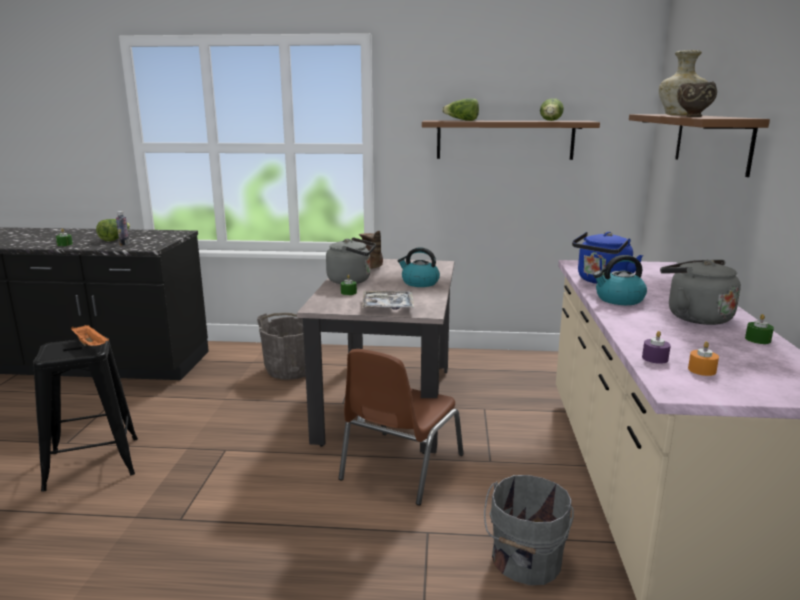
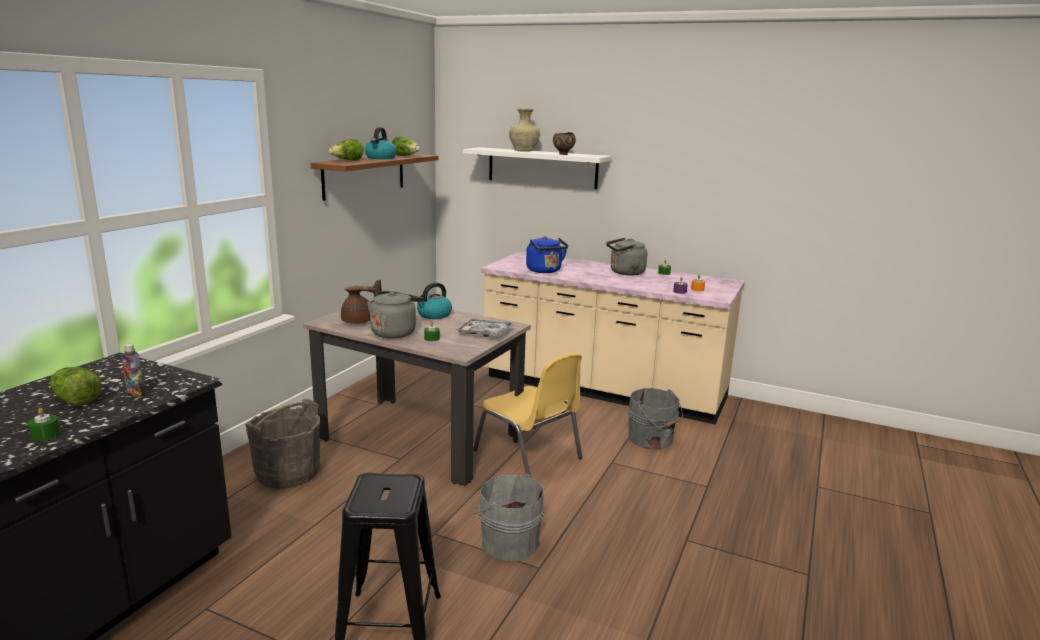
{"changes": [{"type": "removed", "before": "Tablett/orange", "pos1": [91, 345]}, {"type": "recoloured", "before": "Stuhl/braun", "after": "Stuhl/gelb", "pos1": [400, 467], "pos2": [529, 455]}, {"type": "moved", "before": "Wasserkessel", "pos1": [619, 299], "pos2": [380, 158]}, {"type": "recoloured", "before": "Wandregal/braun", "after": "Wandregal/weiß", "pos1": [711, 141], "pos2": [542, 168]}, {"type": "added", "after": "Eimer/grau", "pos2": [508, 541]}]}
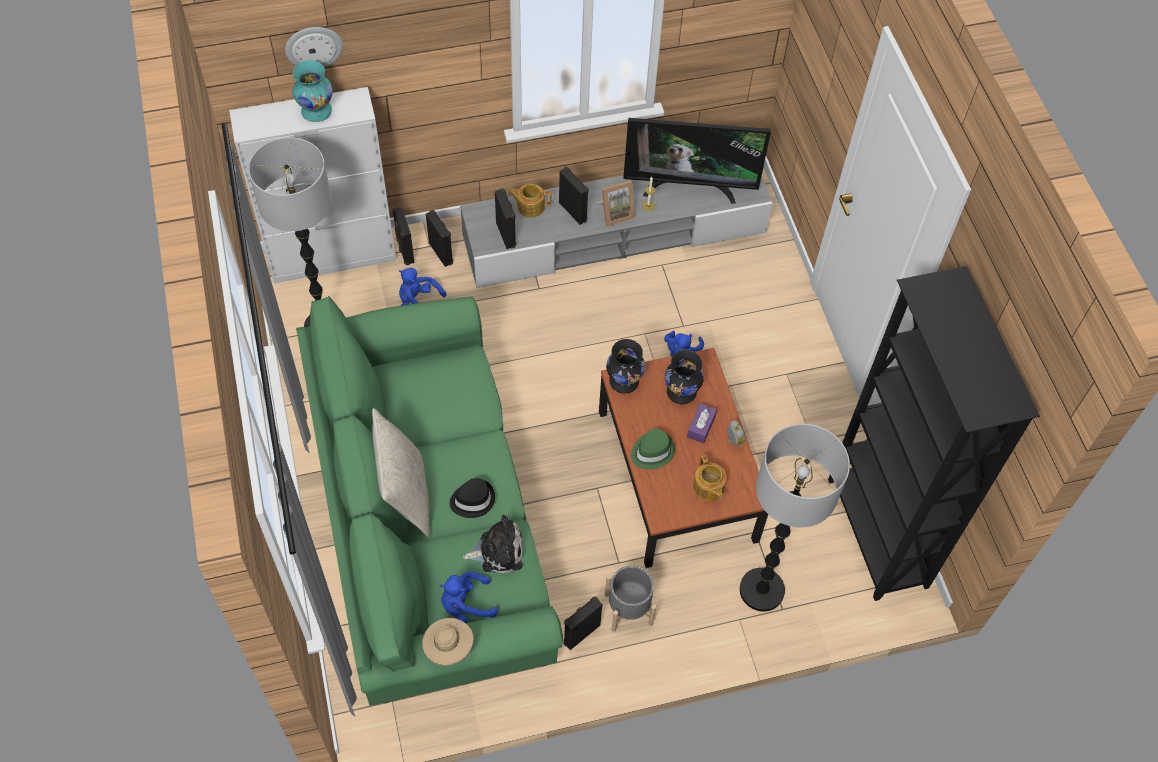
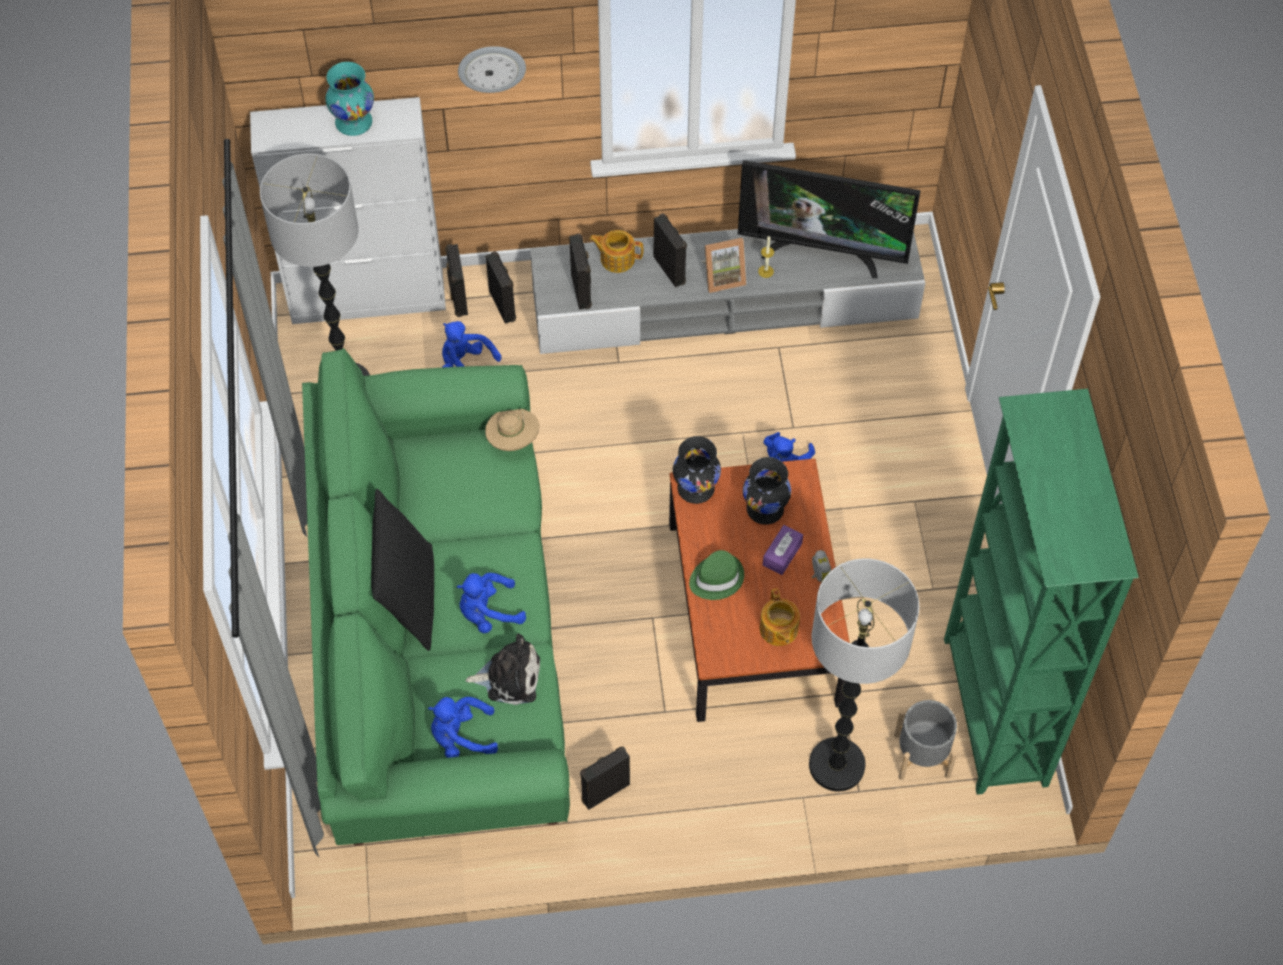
{"changes": [{"type": "moved", "before": "Wanduhr", "pos1": [313, 46], "pos2": [491, 67]}, {"type": "recoloured", "before": "Kissen/beige", "after": "Kissen/schwarz", "pos1": [405, 494], "pos2": [408, 597]}, {"type": "moved", "before": "Hut/beige", "pos1": [449, 648], "pos2": [513, 440]}, {"type": "replaced", "before": "Hut/schwarz", "after": "Plüschtier/blau", "pos1": [472, 499], "pos2": [488, 613]}, {"type": "moved", "before": "Pflanzkübel/grau", "pos1": [629, 609], "pos2": [922, 755]}, {"type": "recoloured", "before": "Bücherregal/schwarz", "after": "Bücherregal/grün", "pos1": [876, 534], "pos2": [993, 713]}]}
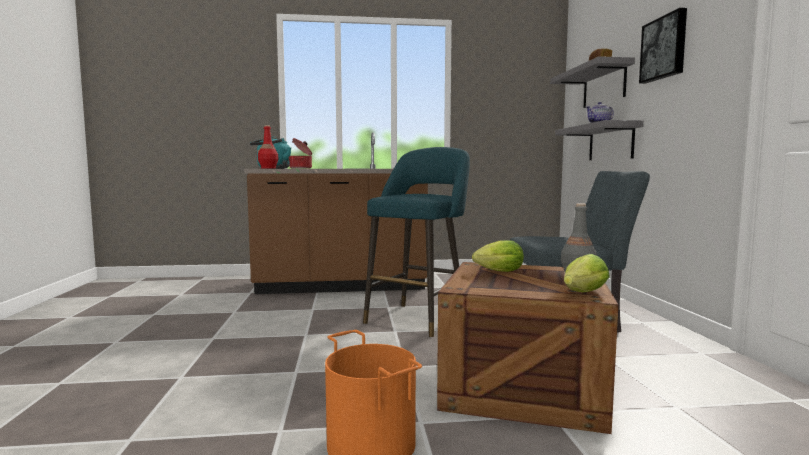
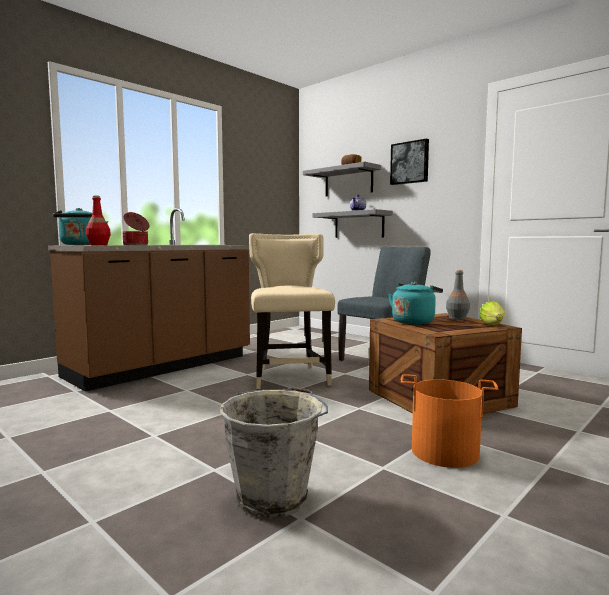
{"changes": [{"type": "replaced", "before": "Hocker/türkis", "after": "Stuhl/beige", "pos1": [419, 318], "pos2": [290, 376]}, {"type": "replaced", "before": "Salatkopf", "after": "Wasserkessel/türkis", "pos1": [497, 272], "pos2": [414, 322]}, {"type": "added", "after": "Eimer/grau", "pos2": [274, 497]}]}
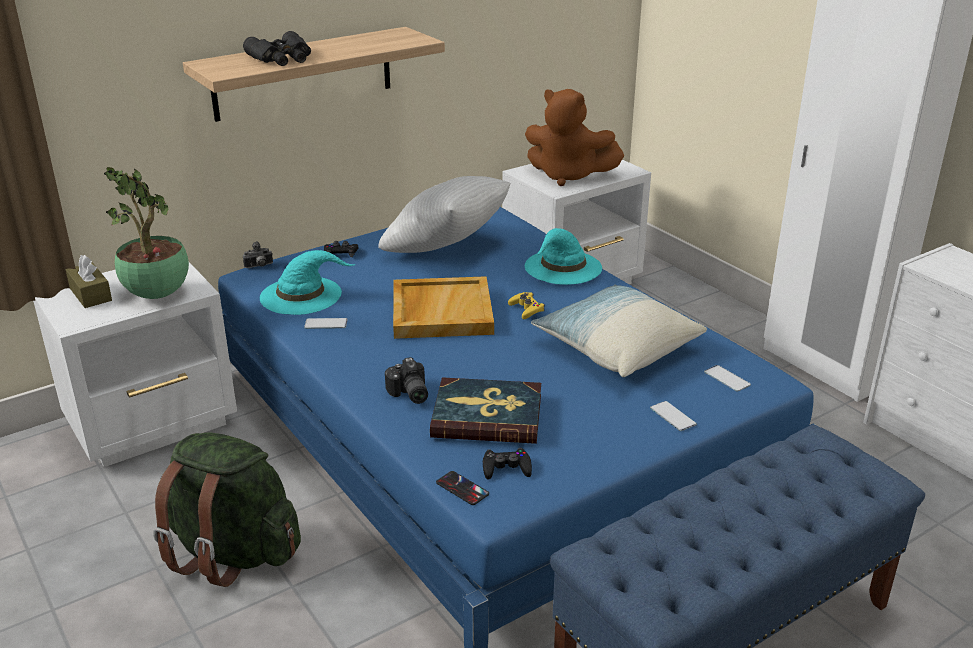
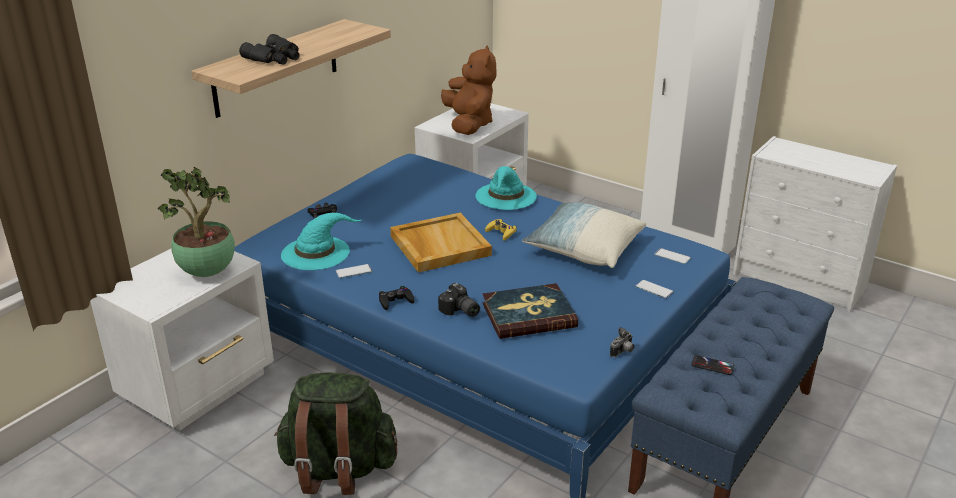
{"changes": [{"type": "removed", "before": "Taschentuchbox/braun", "pos1": [90, 294]}, {"type": "moved", "before": "Kamera", "pos1": [259, 266], "pos2": [623, 352]}, {"type": "removed", "before": "Kissen/weiß", "pos1": [447, 249]}, {"type": "moved", "before": "Handy", "pos1": [462, 488], "pos2": [712, 365]}, {"type": "moved", "before": "Gamepad/schwarz", "pos1": [506, 468], "pos2": [395, 301]}, {"type": "turned", "before": "Plüschtier/braun", "pos1": [568, 176], "pos2": [469, 124], "turn": -105}]}
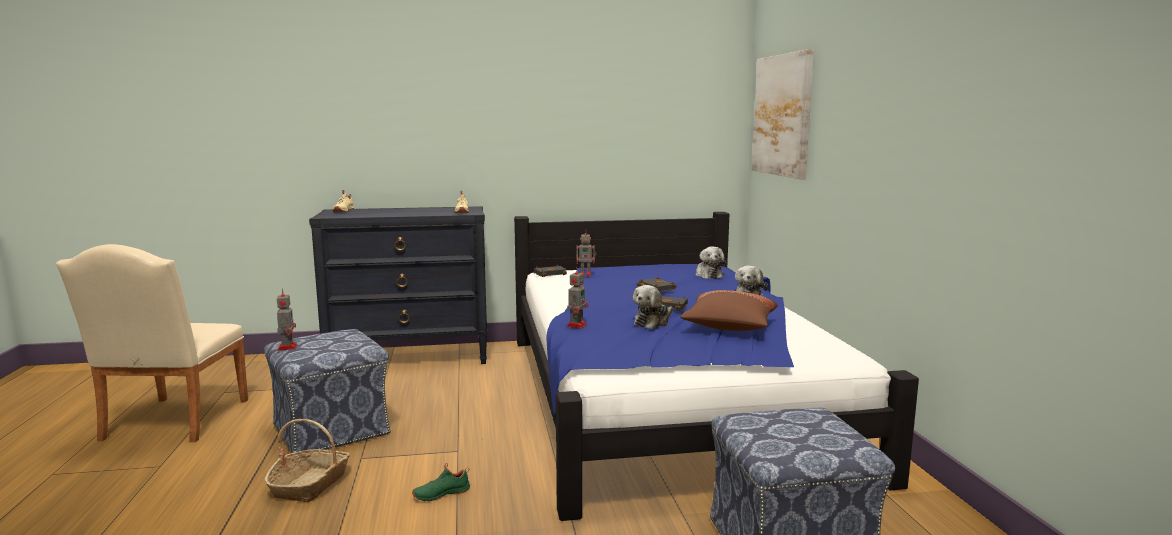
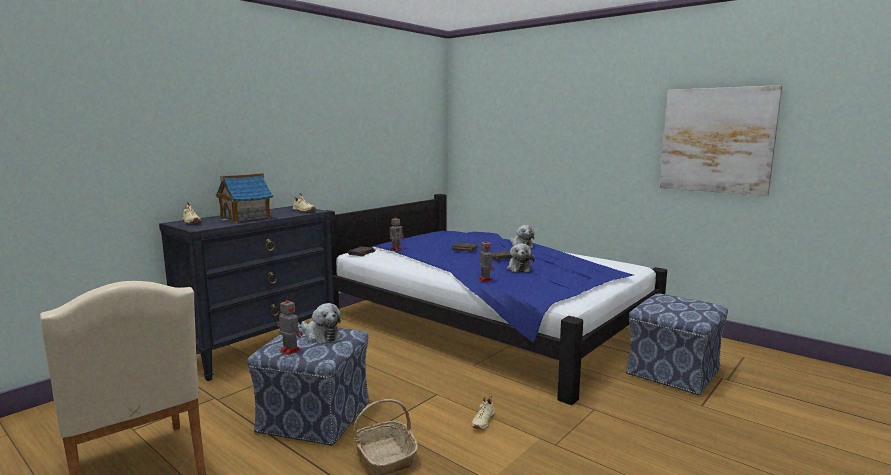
{"changes": [{"type": "recoloured", "before": "Schuh/grün", "after": "Schuh/beige", "pos1": [441, 493], "pos2": [482, 421]}, {"type": "removed", "before": "Kissen/braun", "pos1": [729, 328]}, {"type": "moved", "before": "Plüschtier", "pos1": [708, 275], "pos2": [320, 336]}, {"type": "moved", "before": "Bild", "pos1": [782, 115], "pos2": [717, 140]}, {"type": "added", "after": "Spielzeughaus", "pos2": [246, 218]}]}
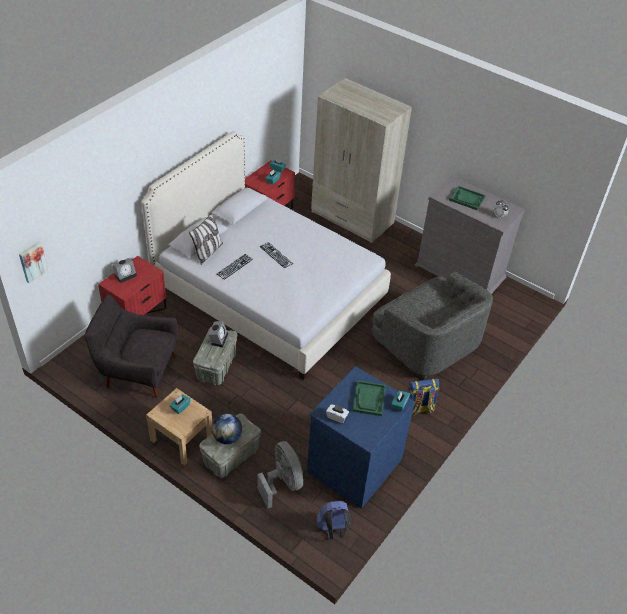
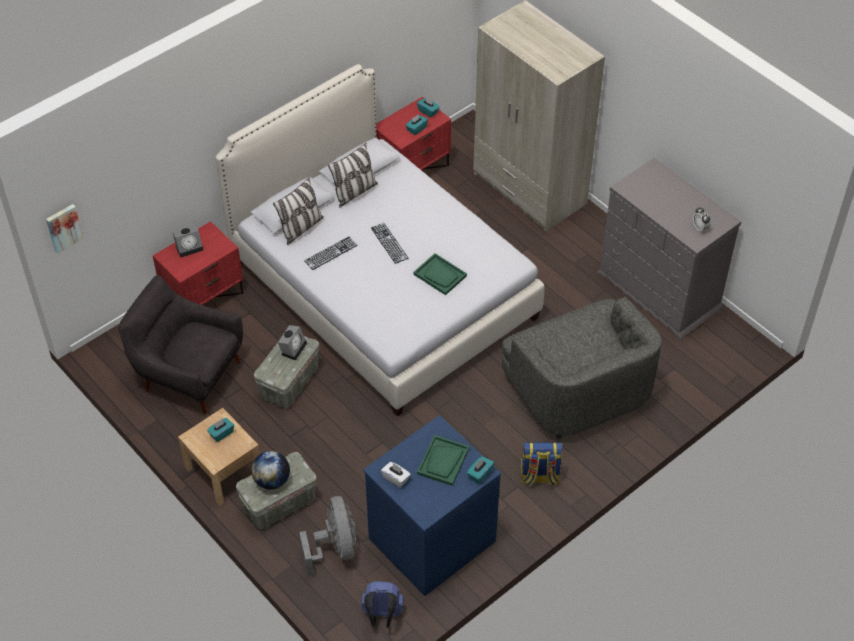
{"changes": [{"type": "moved", "before": "Tablett/grün", "pos1": [467, 199], "pos2": [440, 275]}, {"type": "added", "after": "Kissen", "pos2": [354, 192]}]}
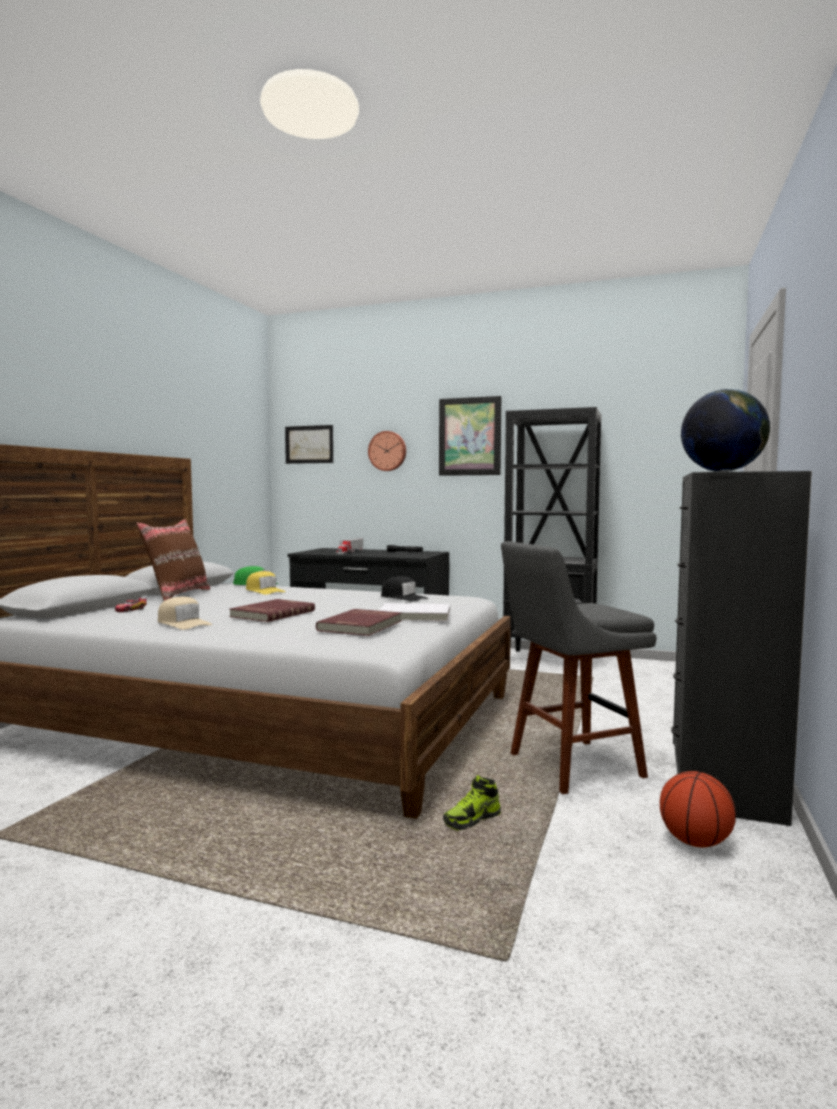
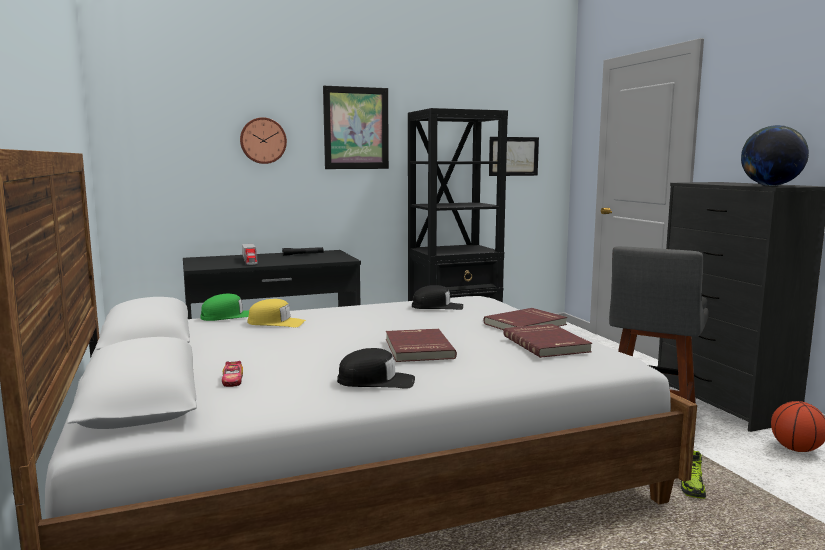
{"changes": [{"type": "removed", "before": "Kissen/braun", "pos1": [177, 594]}, {"type": "recoloured", "before": "Kappe/beige", "after": "Kappe/schwarz", "pos1": [183, 623], "pos2": [376, 381]}, {"type": "moved", "before": "Bild", "pos1": [309, 444], "pos2": [513, 156]}, {"type": "recoloured", "before": "Buch/weiß", "after": "Buch/rot", "pos1": [414, 616], "pos2": [526, 324]}]}
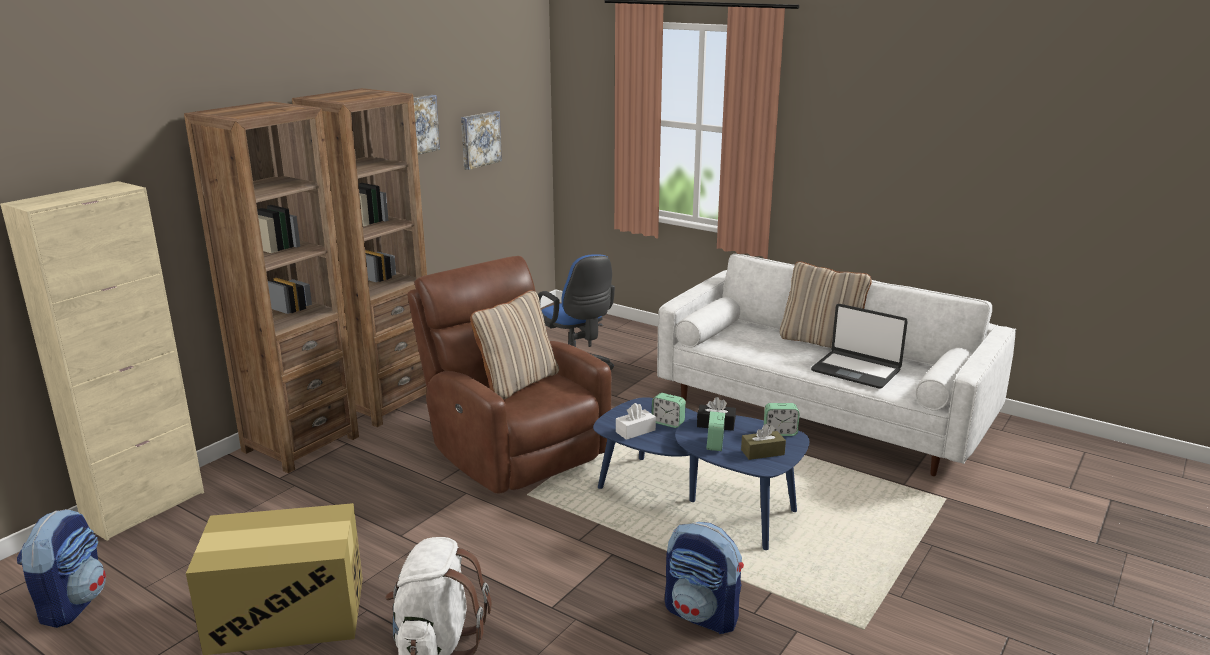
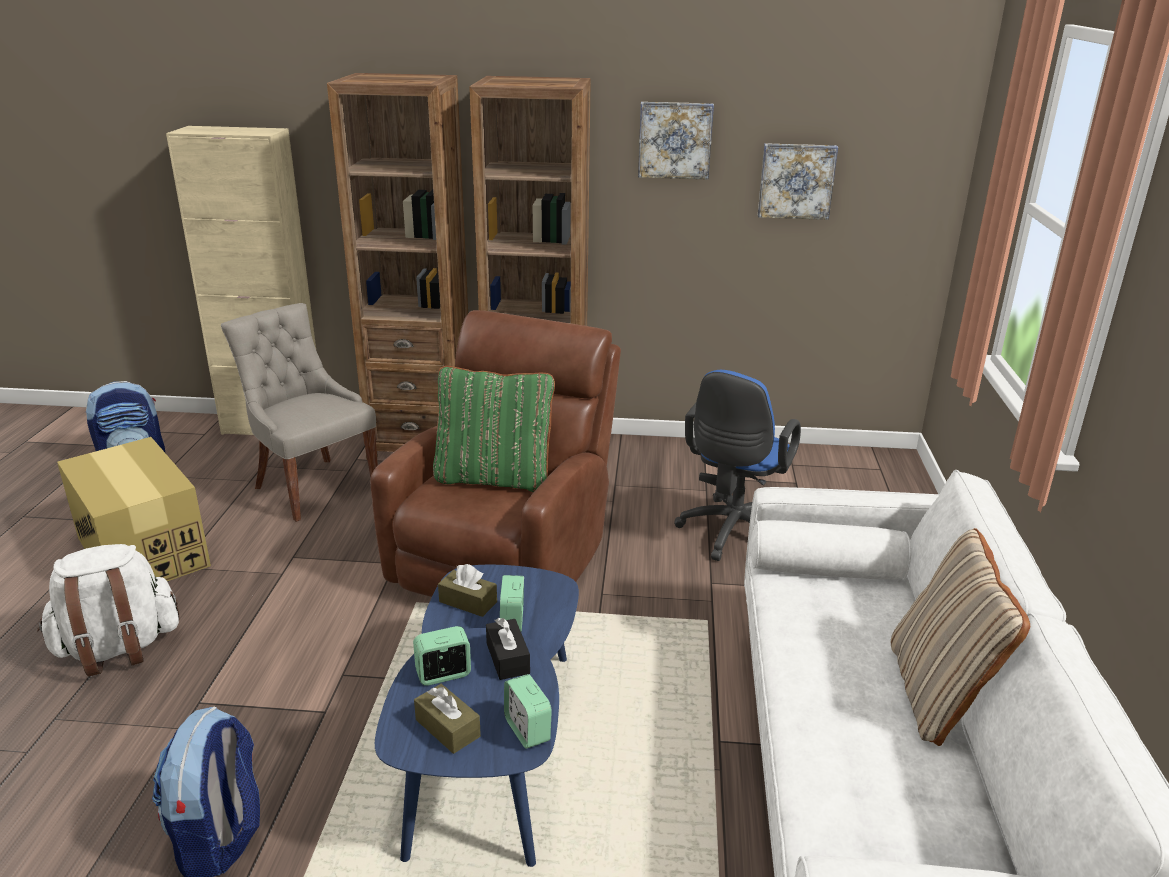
{"changes": [{"type": "recoloured", "before": "Kissen/beige", "after": "Kissen/grün", "pos1": [517, 383], "pos2": [494, 478]}, {"type": "recoloured", "before": "Taschentuchbox/weiß", "after": "Taschentuchbox/braun", "pos1": [635, 431], "pos2": [468, 602]}, {"type": "removed", "before": "Laptop", "pos1": [856, 370]}, {"type": "added", "after": "Stuhl/grau", "pos2": [313, 486]}]}
